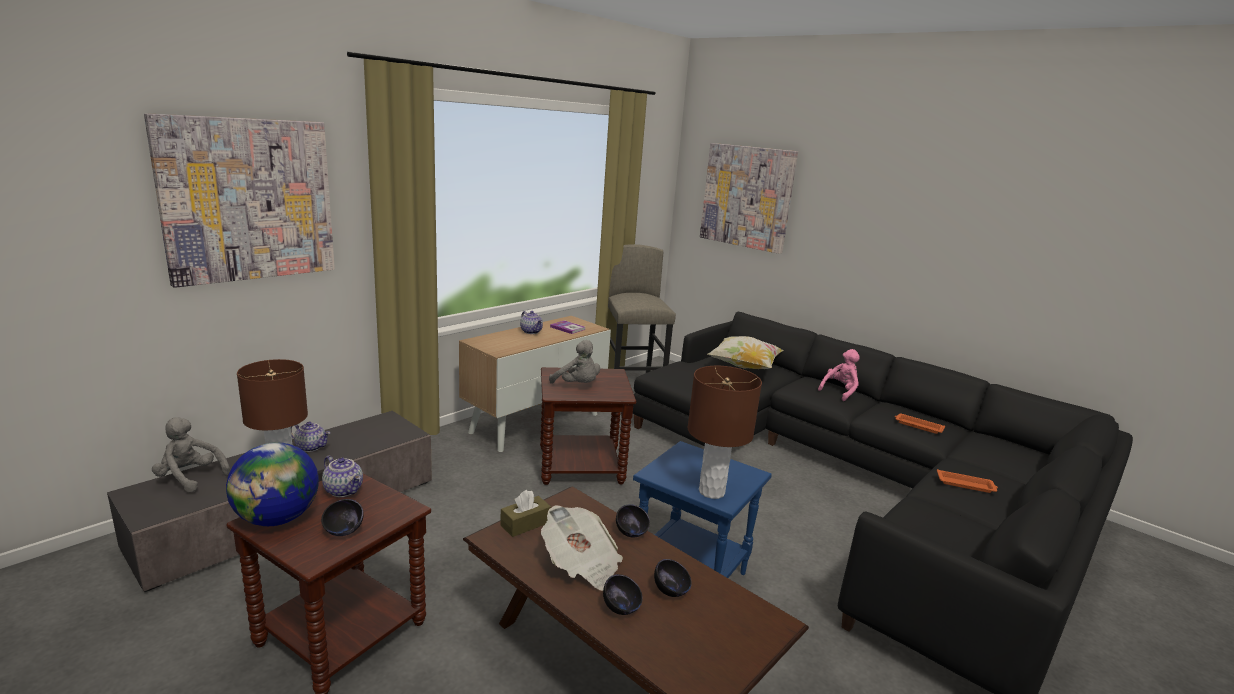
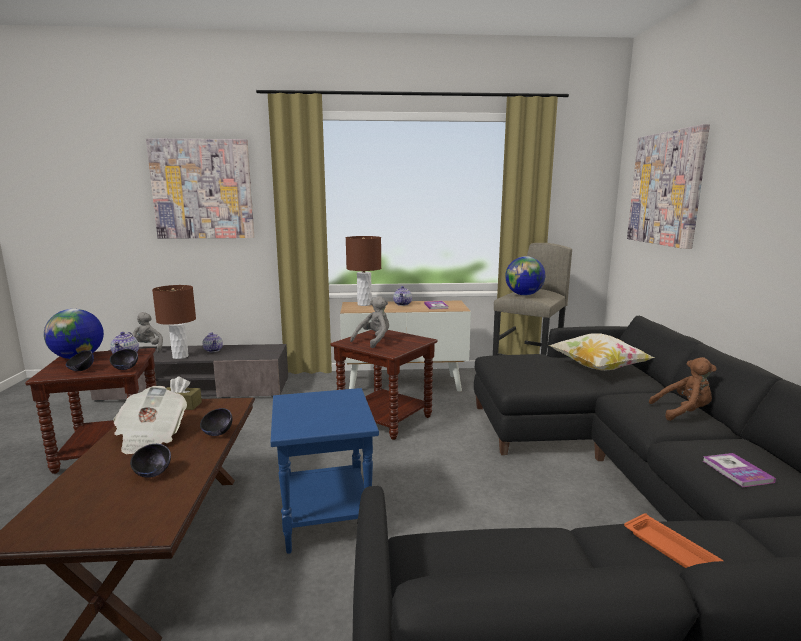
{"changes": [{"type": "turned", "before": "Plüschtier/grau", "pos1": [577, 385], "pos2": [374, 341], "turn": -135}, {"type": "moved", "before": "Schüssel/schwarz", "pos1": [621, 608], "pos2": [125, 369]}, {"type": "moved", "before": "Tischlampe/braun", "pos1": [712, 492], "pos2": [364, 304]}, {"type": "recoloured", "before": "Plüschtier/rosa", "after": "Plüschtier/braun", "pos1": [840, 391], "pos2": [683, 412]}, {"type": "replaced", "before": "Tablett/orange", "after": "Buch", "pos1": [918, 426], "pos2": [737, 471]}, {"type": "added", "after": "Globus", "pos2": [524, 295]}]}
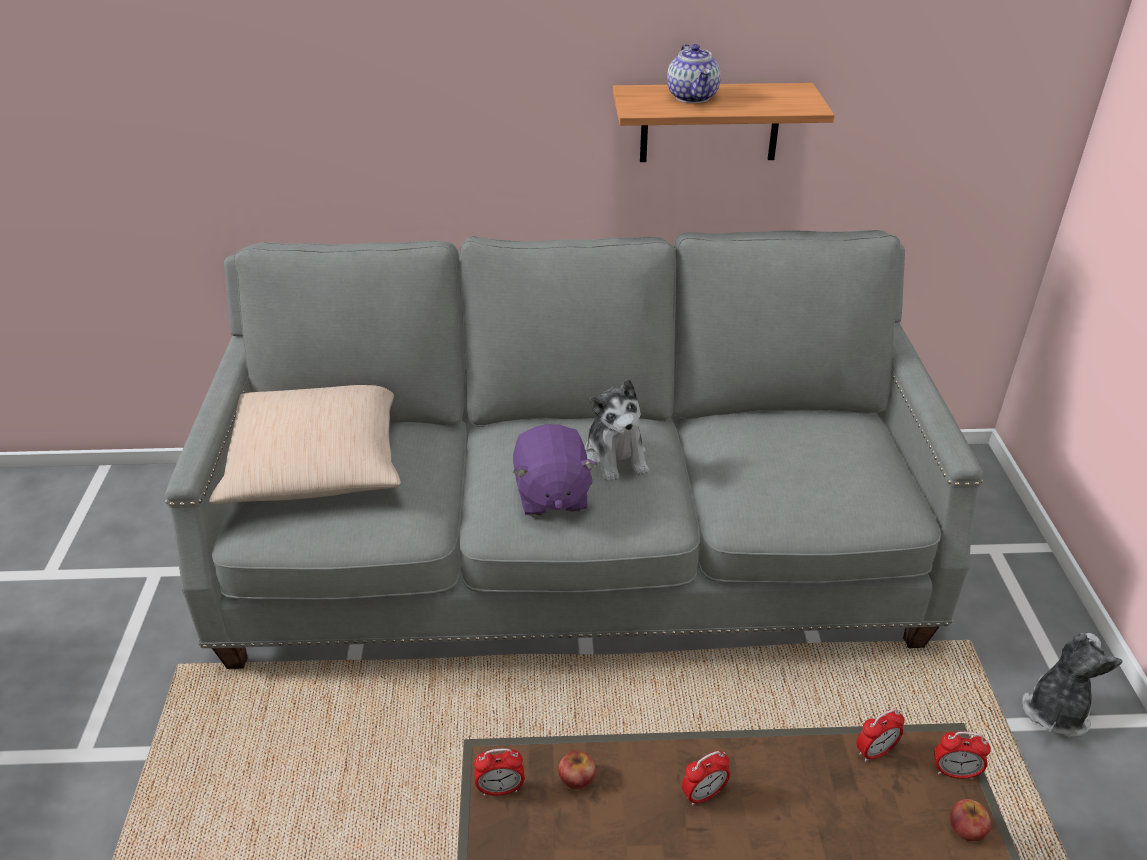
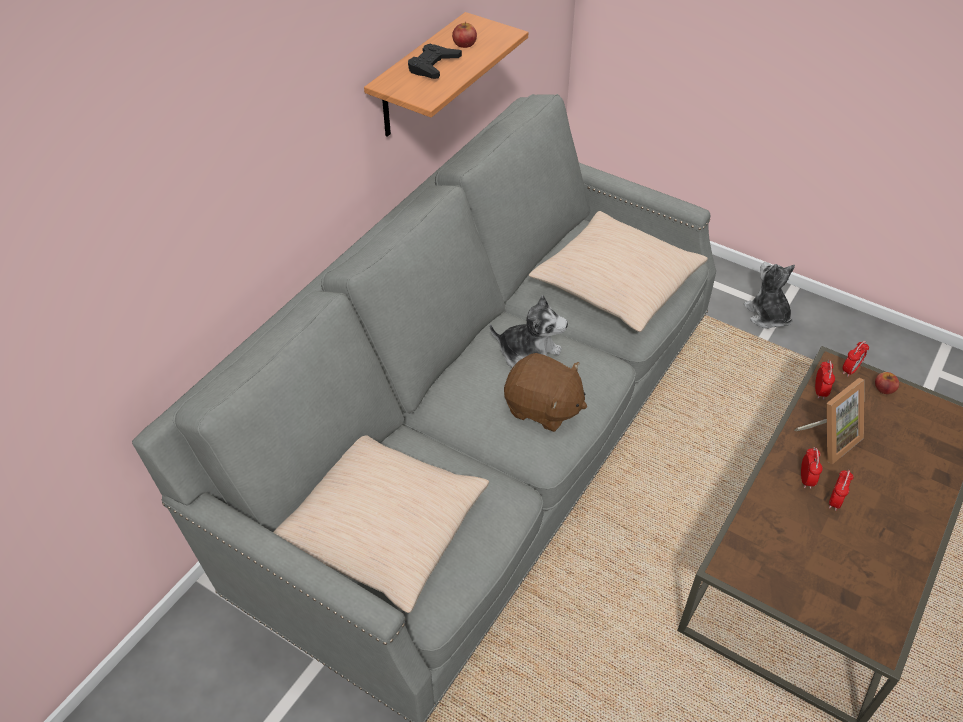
{"changes": [{"type": "moved", "before": "Wecker", "pos1": [500, 789], "pos2": [835, 501]}, {"type": "recoloured", "before": "Plüschtier/lila", "after": "Plüschtier/braun", "pos1": [551, 495], "pos2": [543, 408]}, {"type": "moved", "before": "Apfel", "pos1": [577, 777], "pos2": [464, 43]}, {"type": "replaced", "before": "Teekanne", "after": "Gamepad/schwarz", "pos1": [693, 97], "pos2": [433, 66]}, {"type": "added", "after": "Kissen/beige", "pos2": [616, 284]}, {"type": "added", "after": "Bilderrahmen", "pos2": [829, 439]}]}
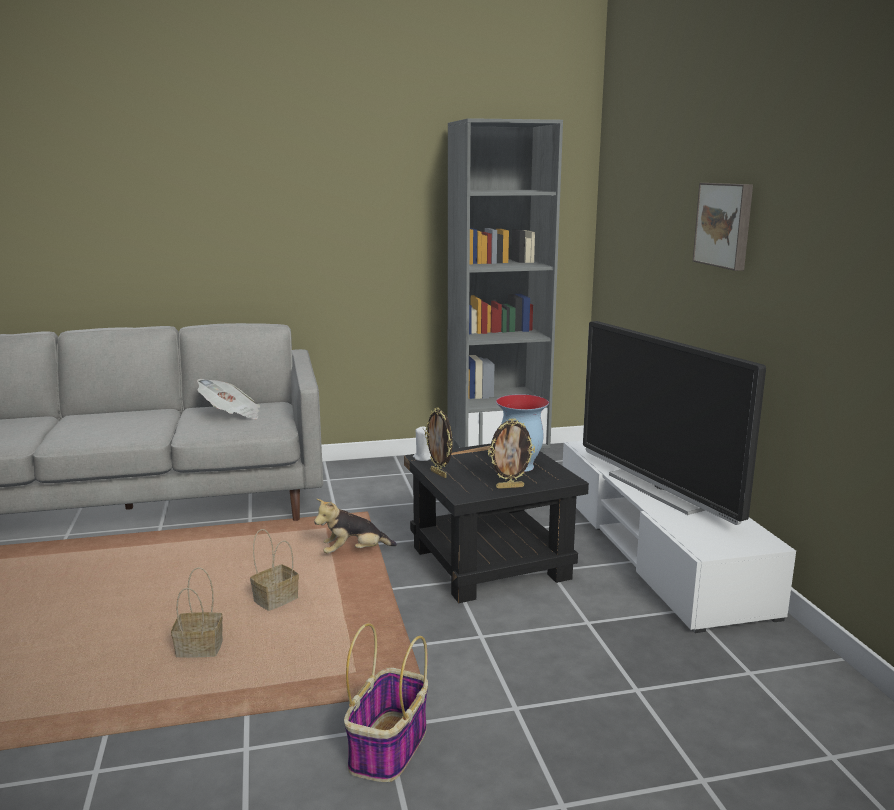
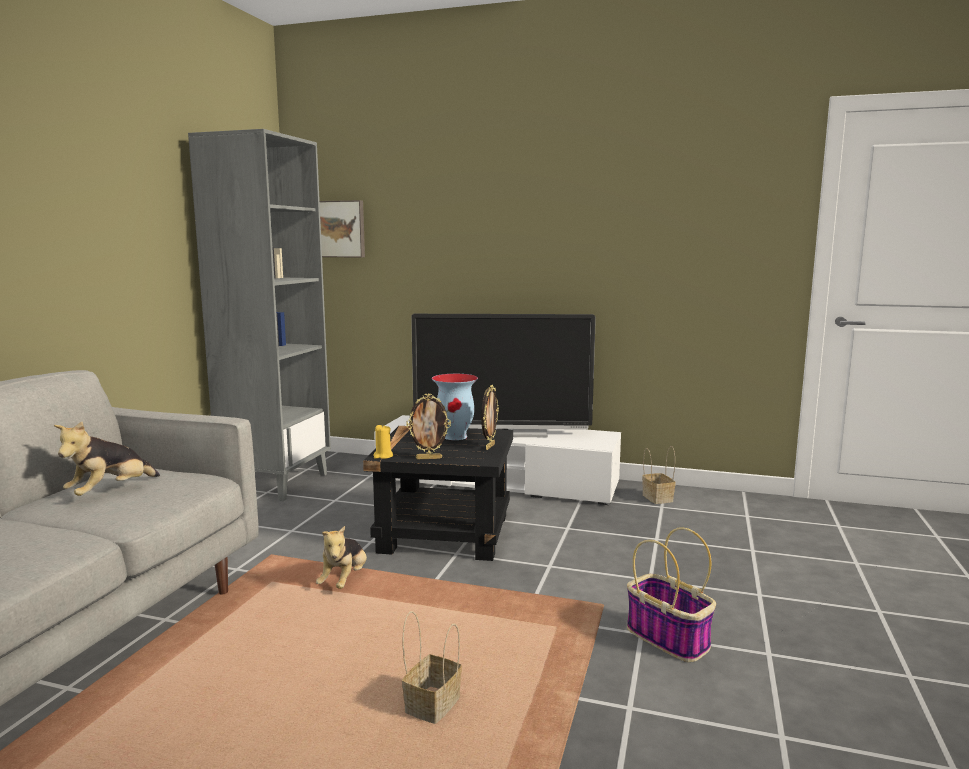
{"changes": [{"type": "replaced", "before": "Zeitung", "after": "Plüschtier", "pos1": [231, 415], "pos2": [110, 492]}, {"type": "moved", "before": "Korb", "pos1": [276, 600], "pos2": [656, 498]}, {"type": "recoloured", "before": "Kerze/weiß", "after": "Kerze/gelb", "pos1": [423, 458], "pos2": [383, 456]}, {"type": "moved", "before": "Bild", "pos1": [725, 225], "pos2": [339, 229]}]}
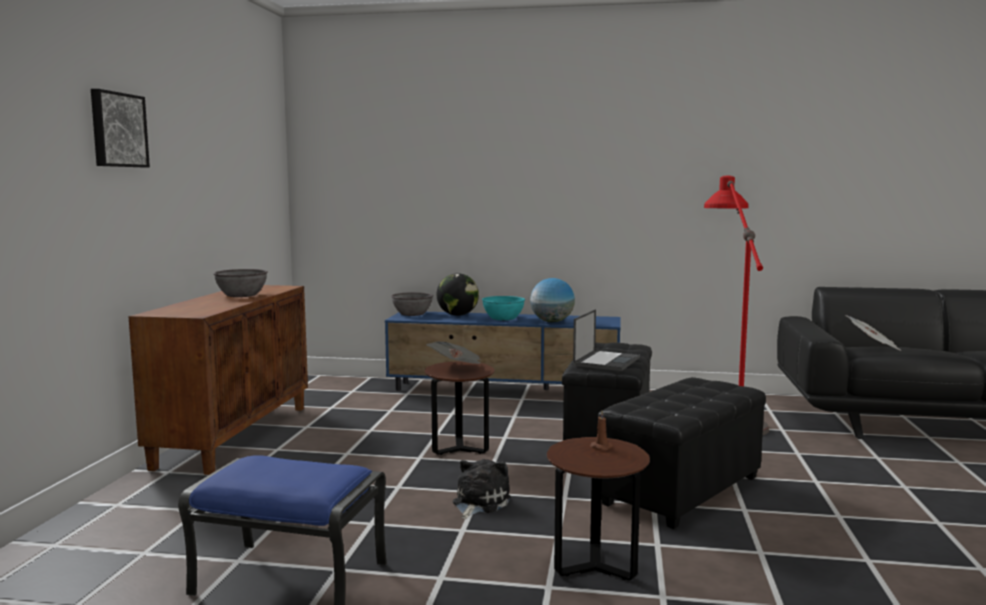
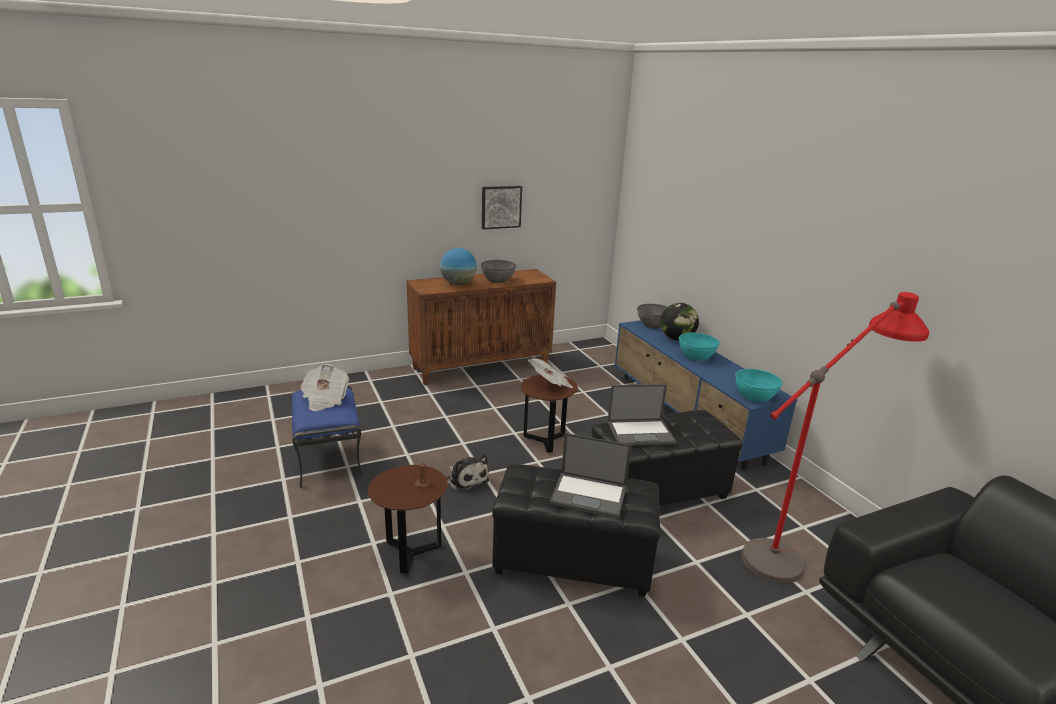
{"changes": [{"type": "moved", "before": "Bild", "pos1": [117, 130], "pos2": [500, 207]}, {"type": "turned", "before": "Plüschtier", "pos1": [479, 503], "pos2": [466, 479], "turn": 60}, {"type": "moved", "before": "Globus", "pos1": [552, 322], "pos2": [458, 283]}, {"type": "moved", "before": "Zeitung", "pos1": [873, 347], "pos2": [325, 399]}, {"type": "added", "after": "Laptop", "pos2": [590, 495]}, {"type": "added", "after": "Schüssel/türkis", "pos2": [755, 396]}]}
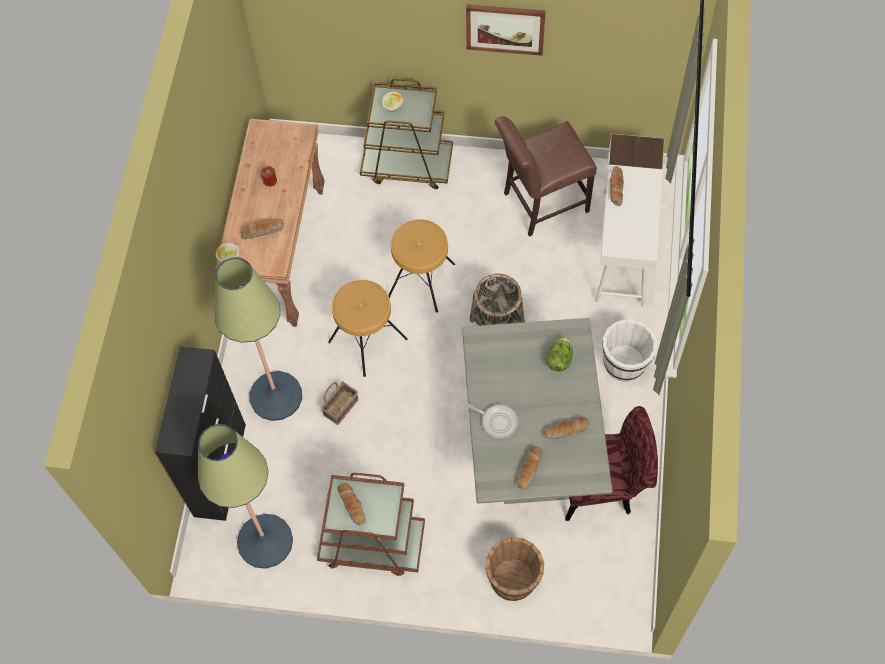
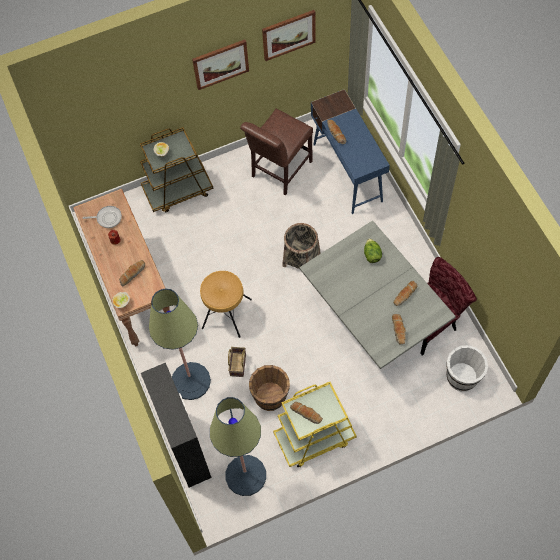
{"changes": [{"type": "recoloured", "before": "Rollwagen/braun", "after": "Rollwagen/gelb", "pos1": [371, 544], "pos2": [314, 437]}, {"type": "removed", "before": "Hocker/braun", "pos1": [422, 281]}, {"type": "moved", "before": "Pfanne", "pos1": [497, 421], "pos2": [107, 218]}, {"type": "moved", "before": "Eimer/braun", "pos1": [513, 580], "pos2": [270, 396]}, {"type": "recoloured", "before": "Schreibtisch/weiß", "after": "Schreibtisch/blau", "pos1": [623, 248], "pos2": [347, 172]}, {"type": "moved", "before": "Eimer/weiß", "pos1": [625, 363], "pos2": [462, 376]}, {"type": "added", "after": "Bild", "pos2": [288, 34]}]}
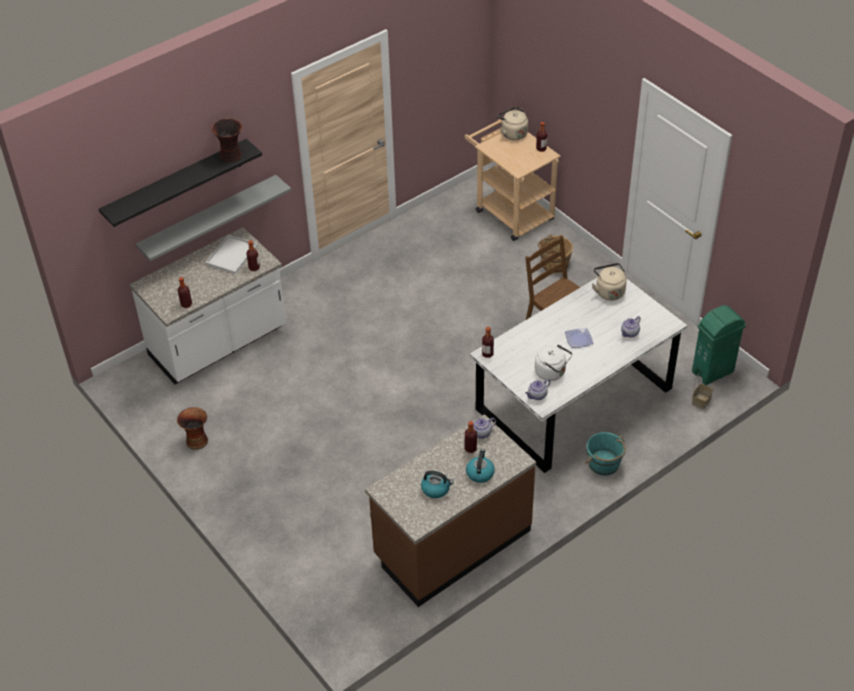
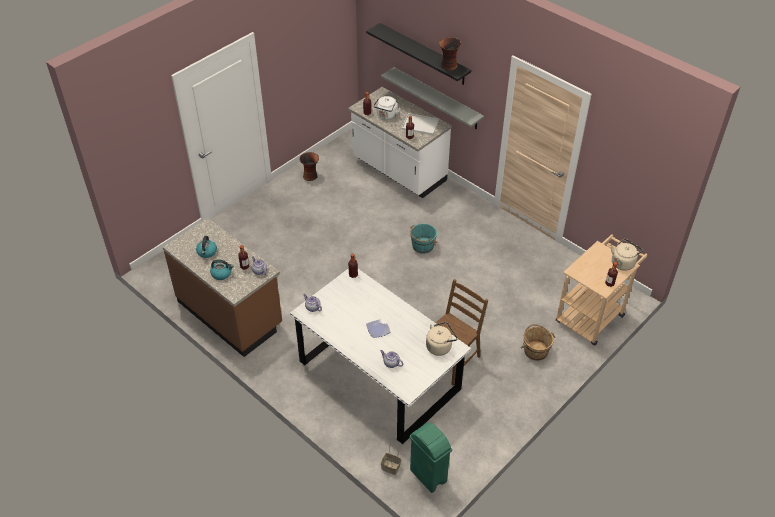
{"changes": [{"type": "moved", "before": "Wasserkessel/weiß", "pos1": [552, 372], "pos2": [386, 116]}, {"type": "moved", "before": "Eimer/türkis", "pos1": [604, 464], "pos2": [422, 246]}]}
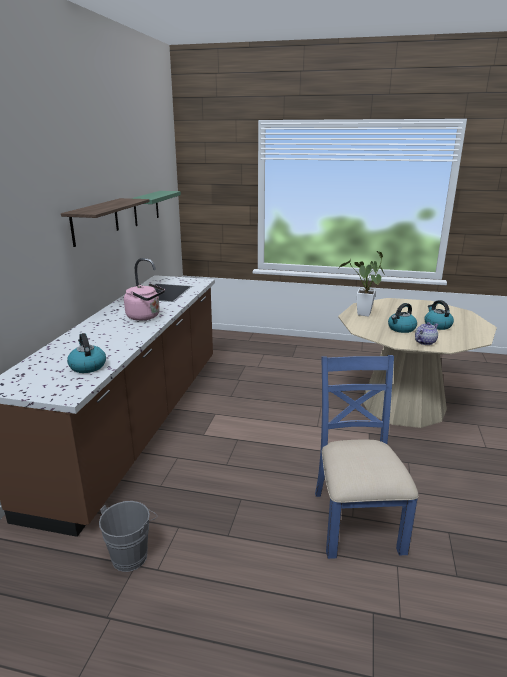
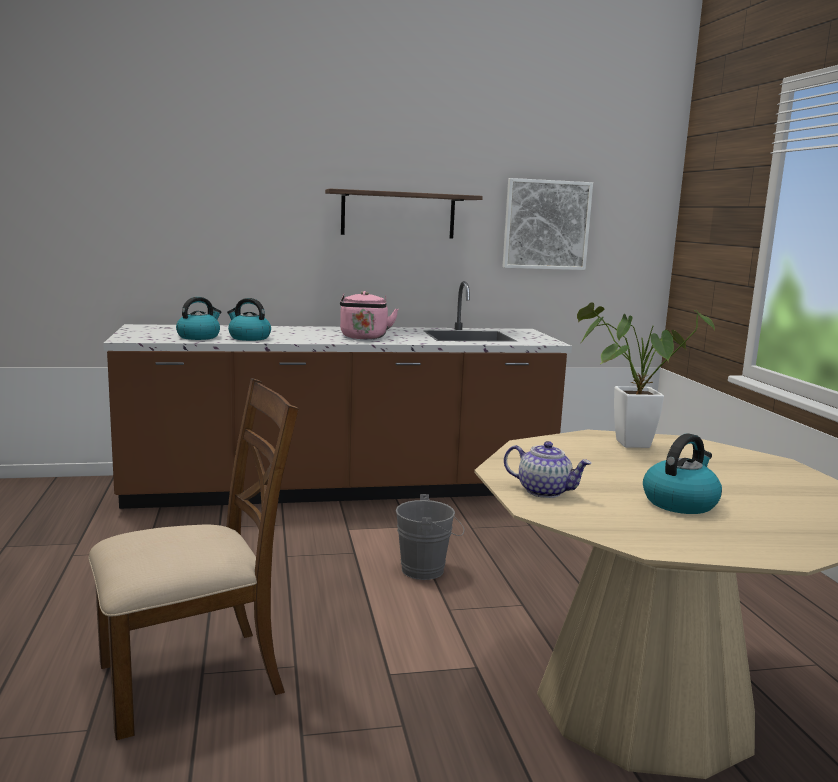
{"changes": [{"type": "moved", "before": "Eimer/grau", "pos1": [132, 554], "pos2": [427, 570]}, {"type": "replaced", "before": "Wandregal/grün", "after": "Bild", "pos1": [146, 208], "pos2": [546, 225]}, {"type": "recoloured", "before": "Stuhl/blau", "after": "Stuhl/braun", "pos1": [356, 520], "pos2": [193, 677]}, {"type": "moved", "before": "Wasserkessel", "pos1": [401, 329], "pos2": [248, 338]}]}
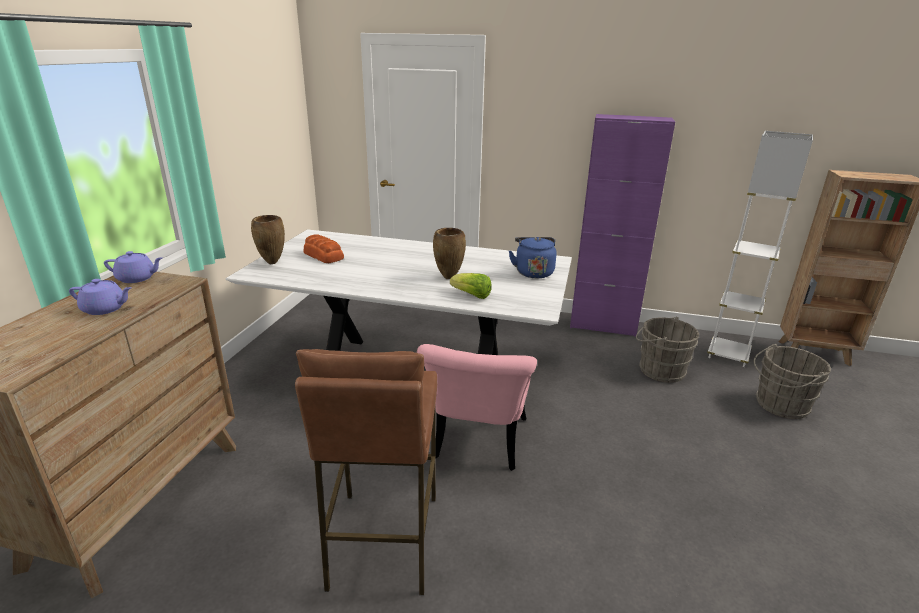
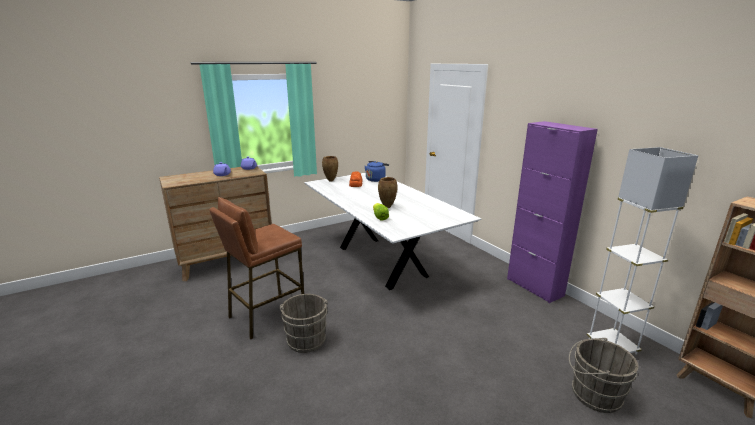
{"changes": [{"type": "removed", "before": "Stuhl/rosa", "pos1": [478, 445]}, {"type": "moved", "before": "Wasserkessel/blau", "pos1": [533, 272], "pos2": [376, 179]}, {"type": "moved", "before": "Eimer/grau", "pos1": [659, 370], "pos2": [306, 338]}]}
